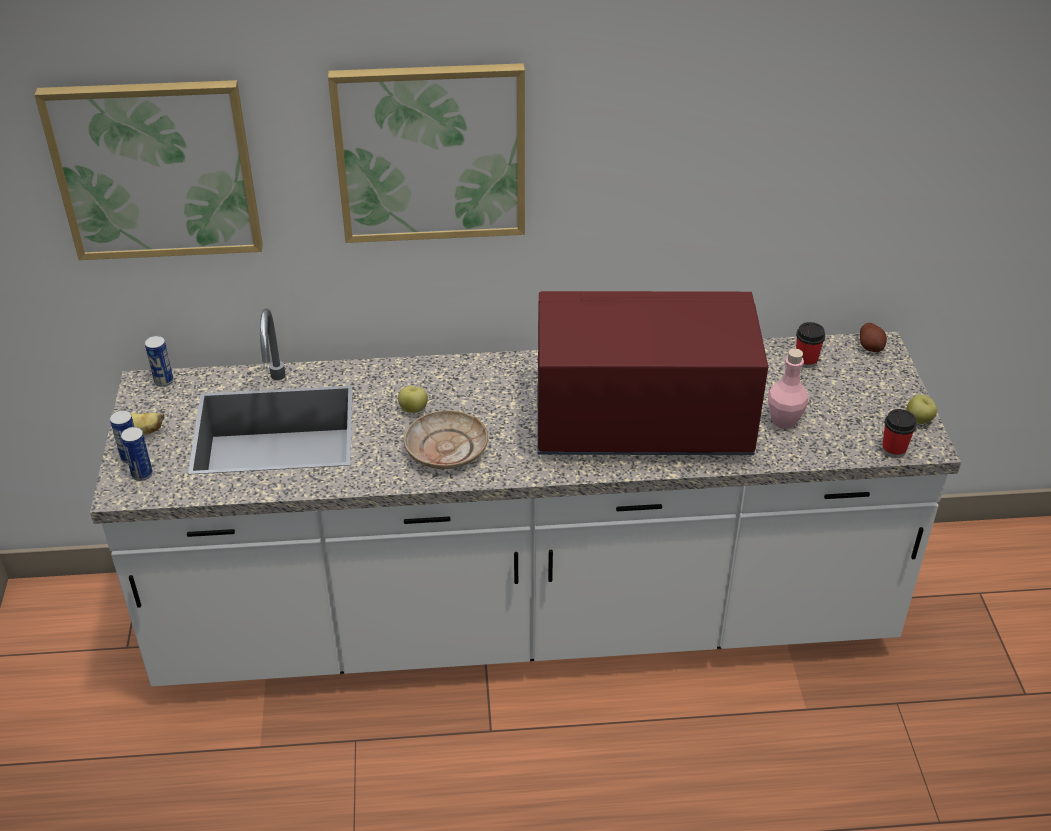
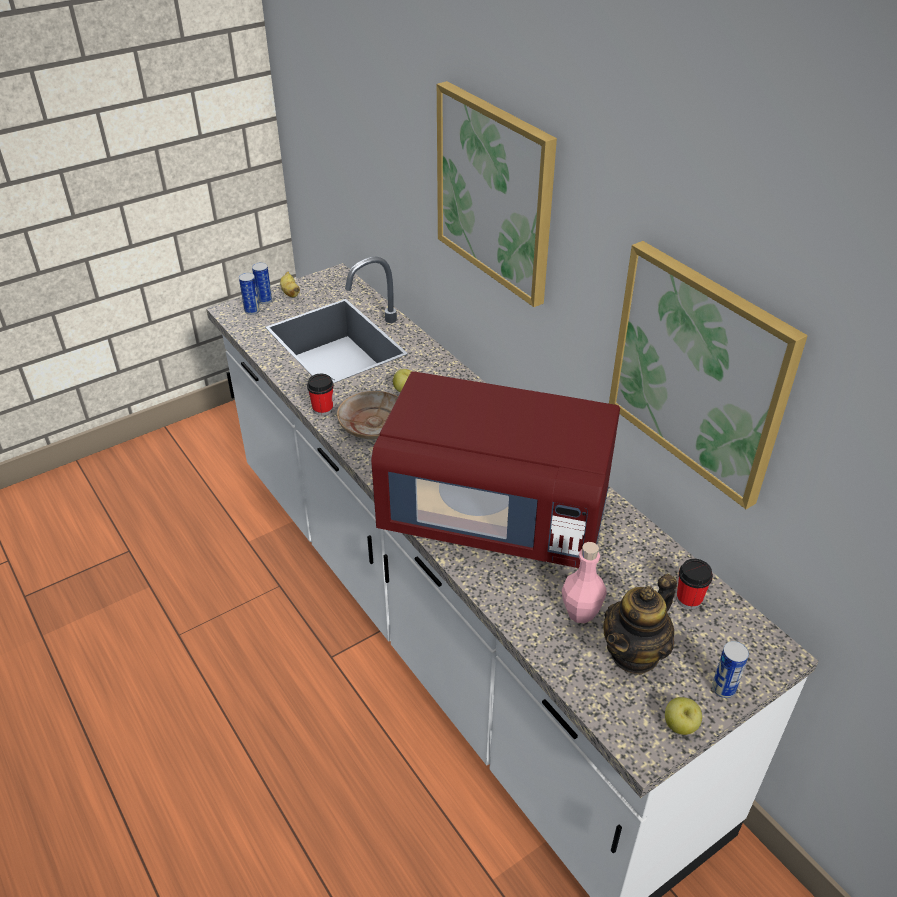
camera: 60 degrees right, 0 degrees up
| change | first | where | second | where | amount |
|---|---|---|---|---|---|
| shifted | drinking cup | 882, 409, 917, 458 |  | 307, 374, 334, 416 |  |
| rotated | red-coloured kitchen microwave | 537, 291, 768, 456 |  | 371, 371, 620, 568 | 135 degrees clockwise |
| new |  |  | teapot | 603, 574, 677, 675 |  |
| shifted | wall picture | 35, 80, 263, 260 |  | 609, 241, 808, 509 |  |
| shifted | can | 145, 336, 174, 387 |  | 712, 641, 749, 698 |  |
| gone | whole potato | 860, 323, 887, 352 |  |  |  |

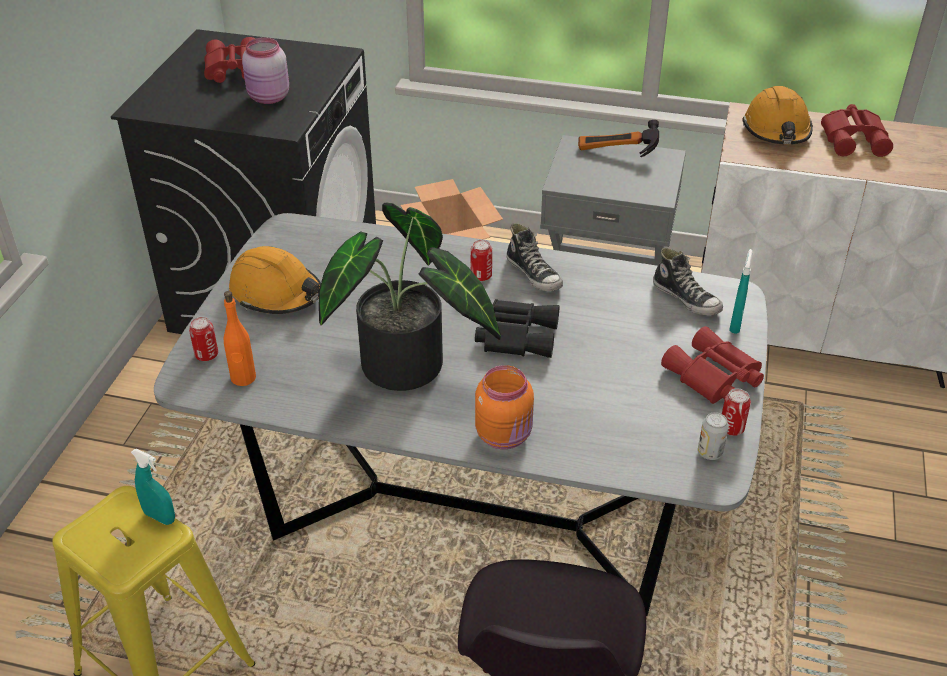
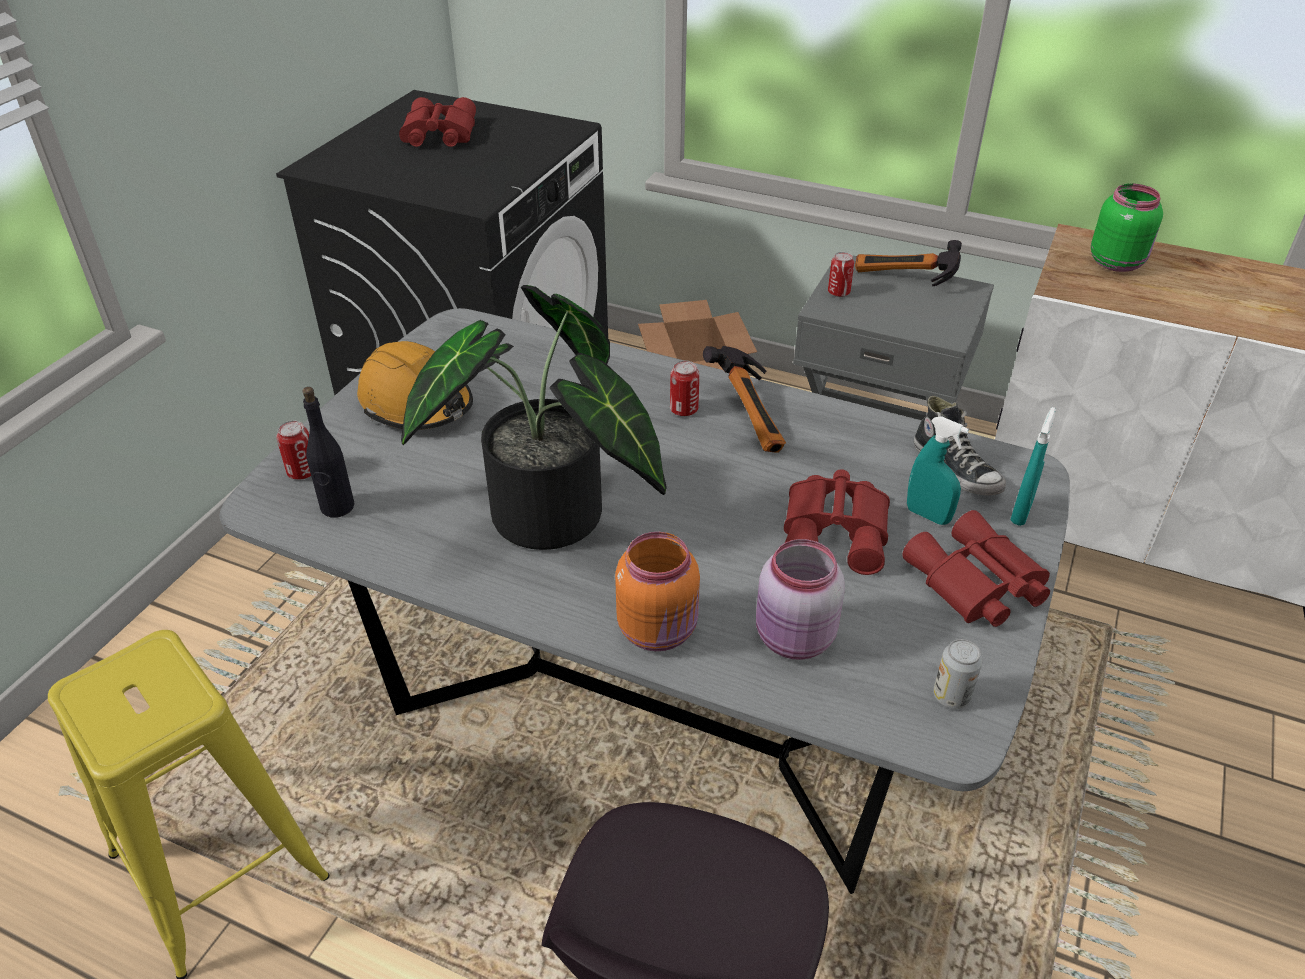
camera: 10 degrees right, 0 degrees up
| change | first | where | second | where | amount |
|---|---|---|---|---|---|
| repainted | orange-coloured drink bottle | 224, 291, 256, 386 | black drink bottle | 302, 387, 355, 518 |  |
| swapped | low shoe | 506, 223, 563, 291 | hand hammer | 703, 346, 786, 453 |  |
| shifted | pinkish storage jar | 242, 37, 289, 104 |  | 756, 539, 845, 660 |  |
| shifted | red-coloured pair of binoculars | 821, 104, 893, 157 |  | 784, 469, 890, 575 |  |
| shifted | can | 722, 388, 751, 436 |  | 828, 252, 854, 297 |  |
| shifted | blue-green sprayer | 131, 449, 175, 525 |  | 907, 416, 969, 525 |  |
| swapped | orange-coloured hard hat | 743, 86, 813, 144 | green-coloured storage jar | 1091, 184, 1163, 272 |  |
| gone | black pair of binoculars | 475, 299, 560, 358 |  |  |  |

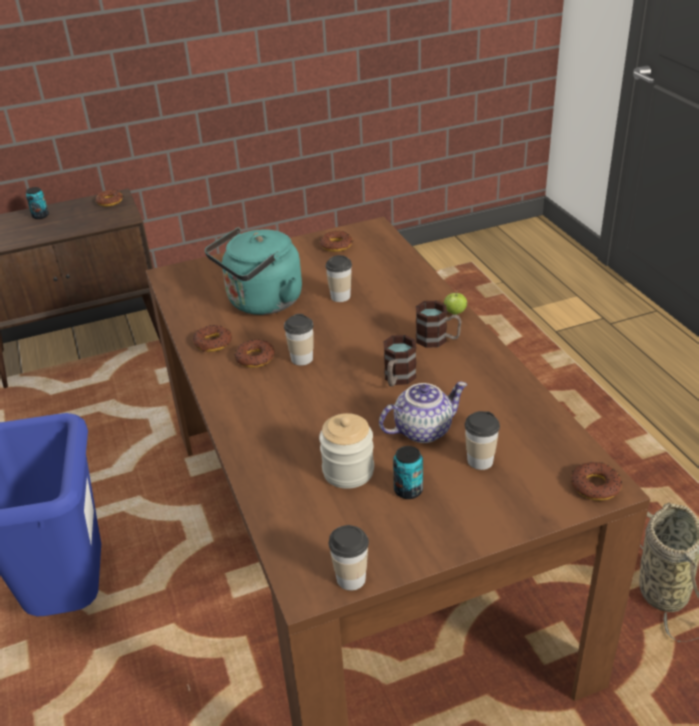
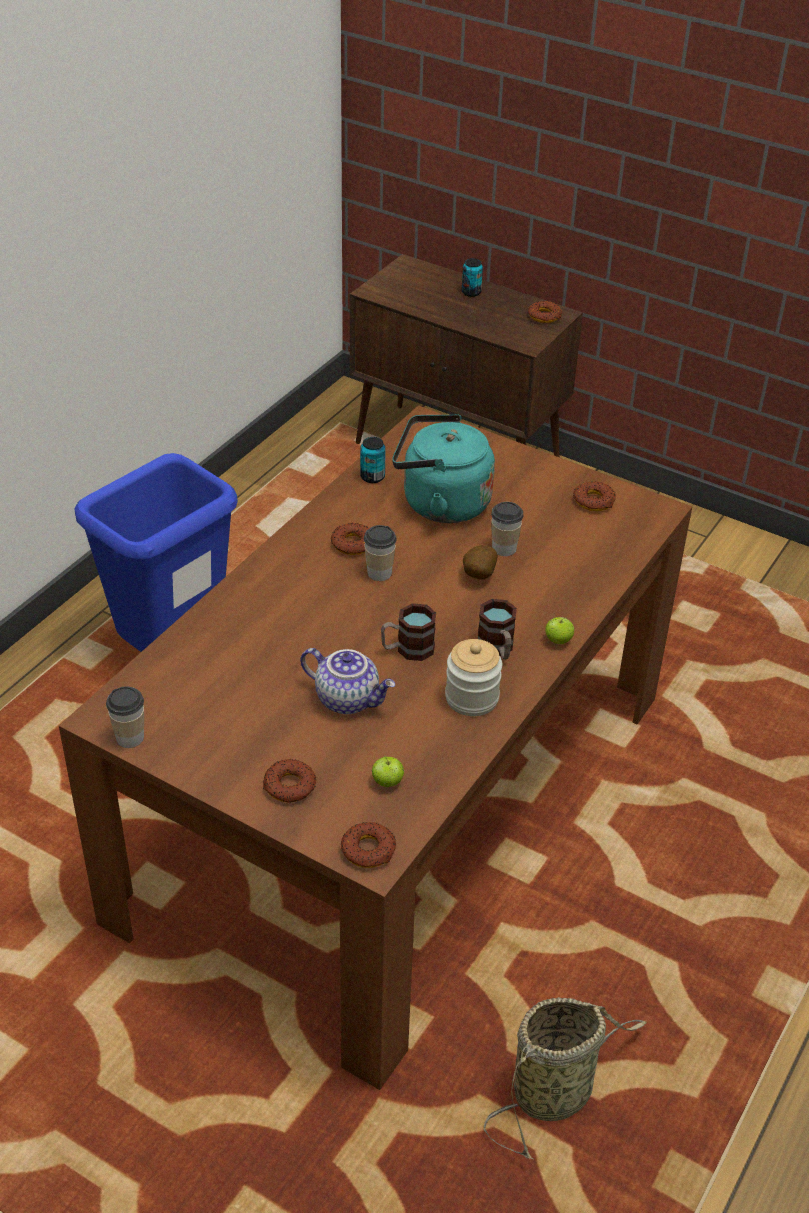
camera: 50 degrees right, 5 degrees up
| change | first | where | second | where | amount |
|---|---|---|---|---|---|
| shifted | doughnut | 193, 325, 232, 352 |  | 263, 759, 316, 803 |  |
| shifted | can | 393, 446, 423, 499 |  | 360, 437, 386, 483 |  |
| new |  |  | apple fruit | 372, 756, 404, 787 |  |
| shifted | storage jar | 319, 413, 374, 489 |  | 445, 639, 502, 716 |  |
| new |  |  | whole potato | 463, 545, 497, 579 |  |
| gone | drinking cup | 465, 411, 500, 470 |  |  |  |

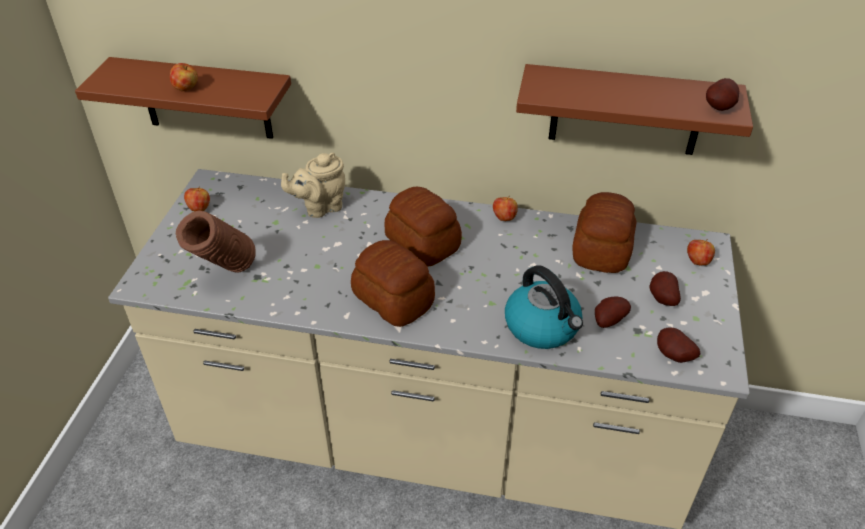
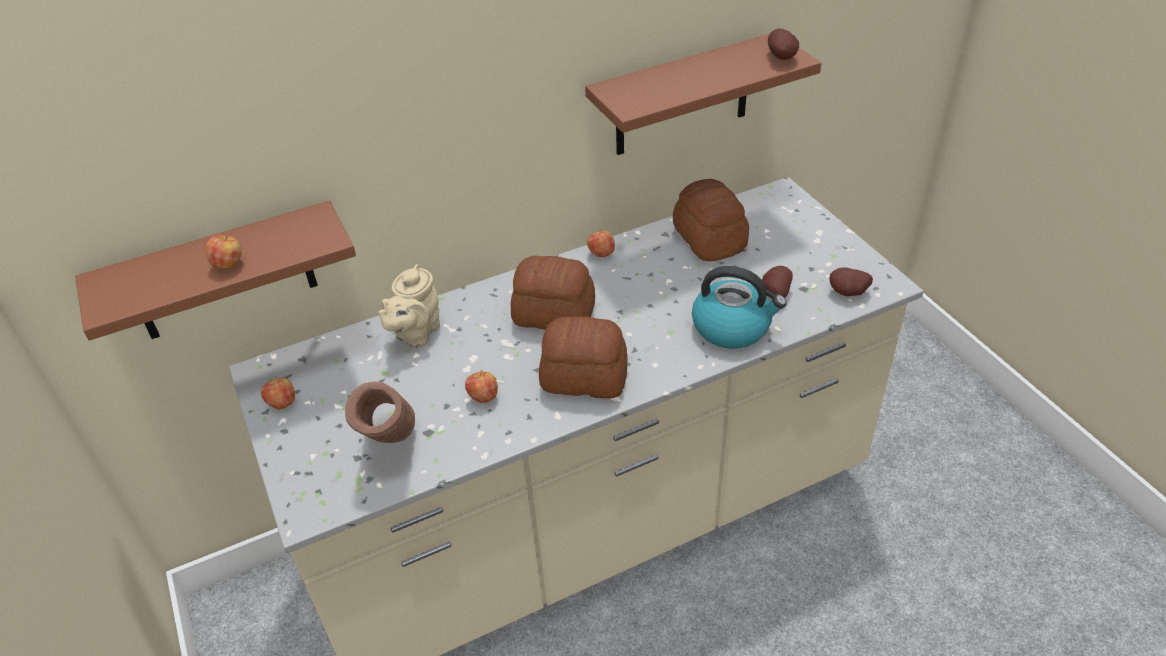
camera: 35 degrees left, 0 degrees up
| change | first | where | second | where | amount |
|---|---|---|---|---|---|
| shifted | apple fruit | 687, 239, 715, 266 |  | 465, 370, 498, 403 |  |
| gone | whole potato | 649, 271, 681, 306 |  |  |  |

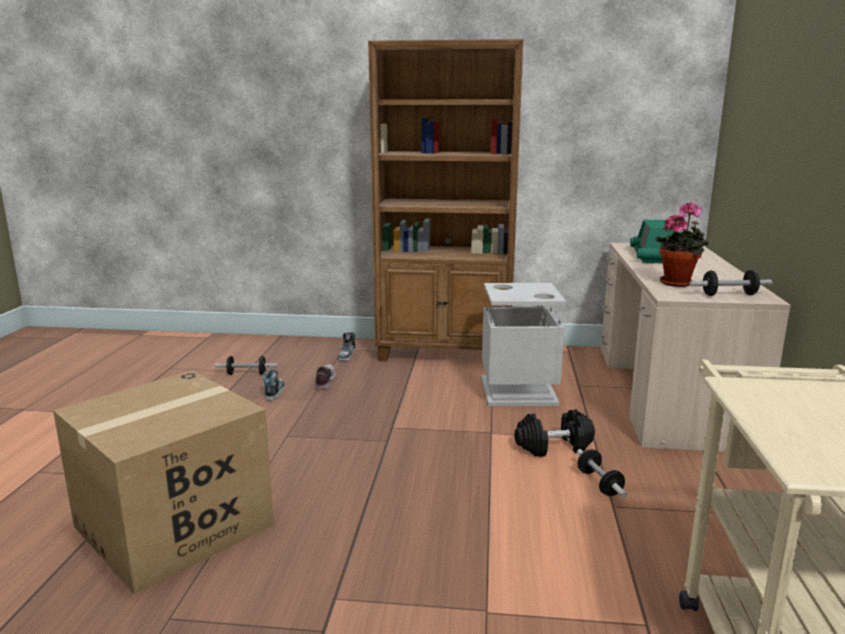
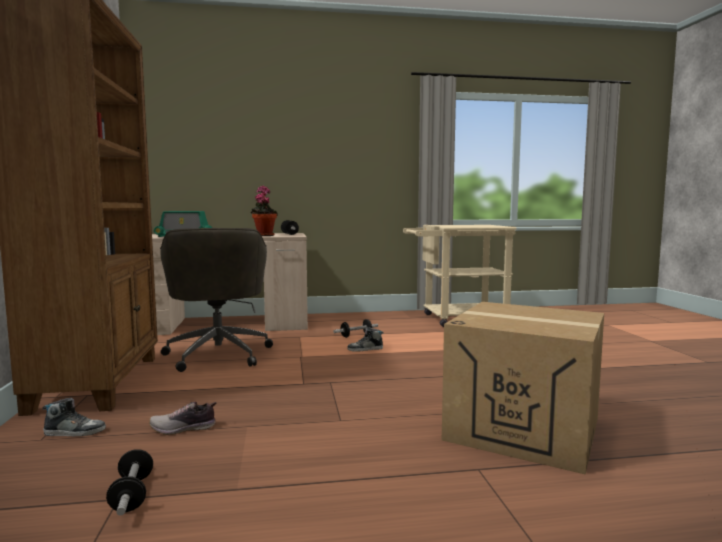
camera: 105 degrees left, 10 degrees down
| change | first | where | second | where | amount |
|---|---|---|---|---|---|
| swapped | greyish waste bin | 481, 283, 566, 406 | greyish computer chair | 160, 228, 273, 372 |  |
| shifted | low shoe | 263, 369, 285, 401 |  | 347, 328, 384, 352 |  |
| gone | black dumbbell | 514, 409, 595, 457 |  |  |  |

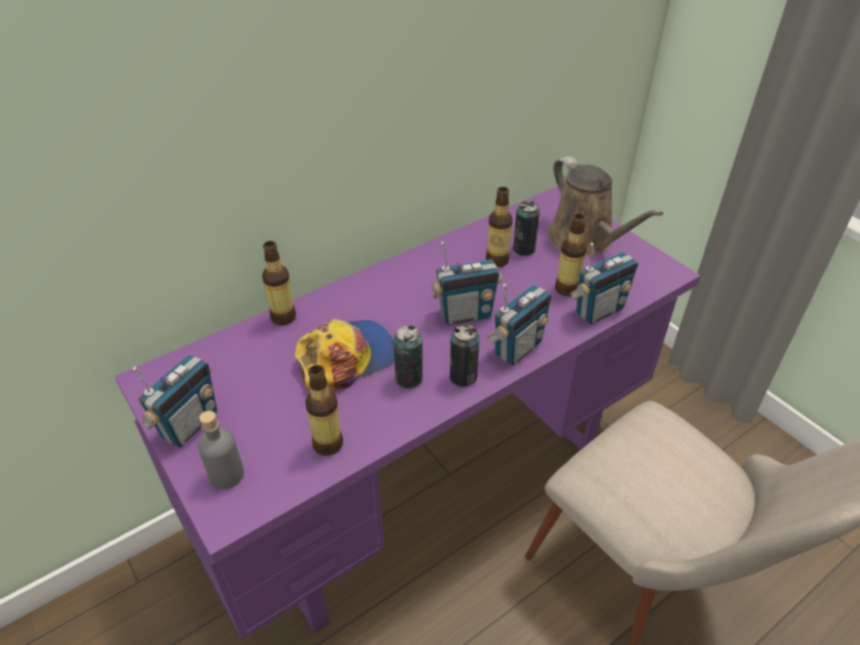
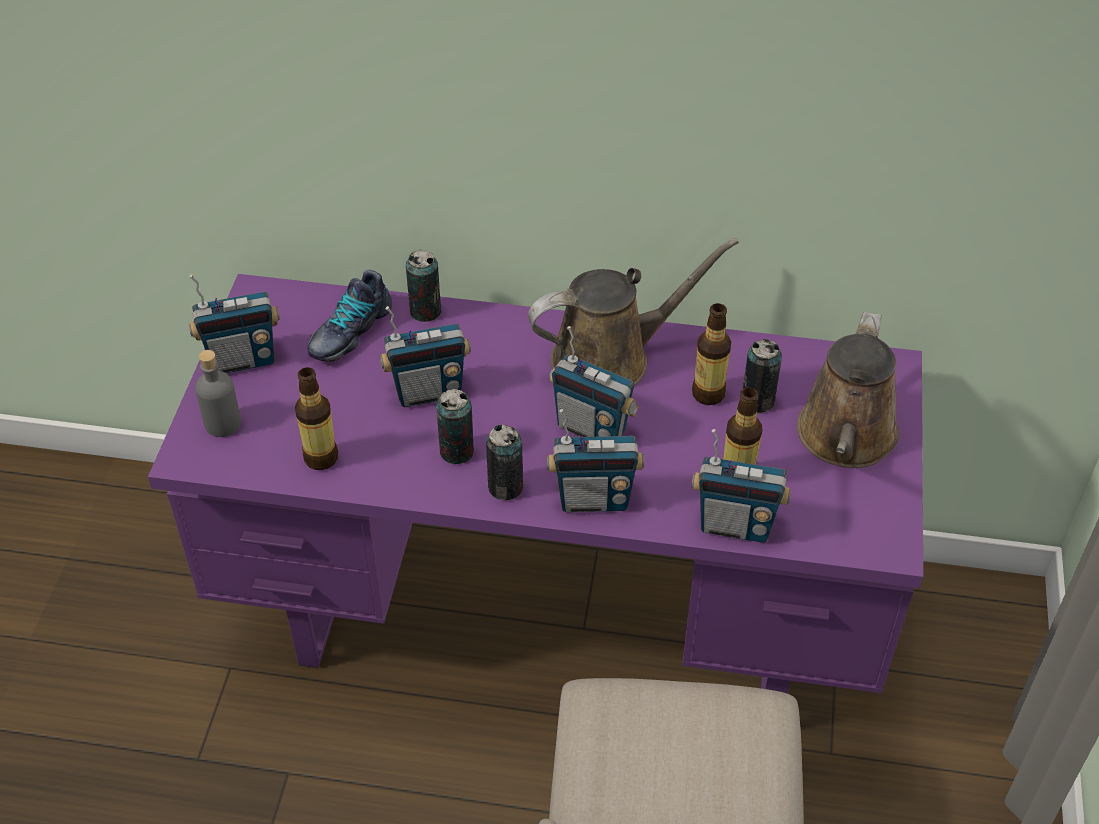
camera: 45 degrees right, 5 degrees up
| change | first | where | second | where | amount |
|---|---|---|---|---|---|
| new |  |  | low shoe | 308, 270, 392, 362 |  |
| swapped | peaked cap | 294, 319, 395, 392 | radio set | 380, 306, 471, 407 |  |
| swapped | drink bottle | 262, 241, 296, 325 | can | 406, 250, 441, 322 |  |
| new |  |  | brown-coloured watering can | 528, 238, 739, 386 |  |

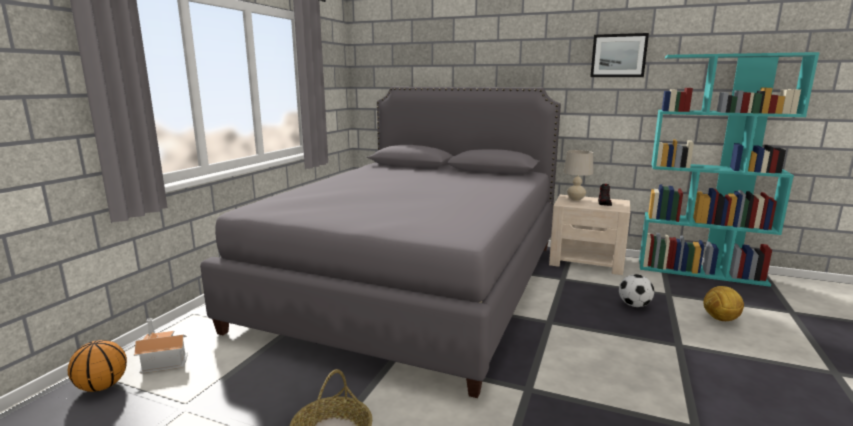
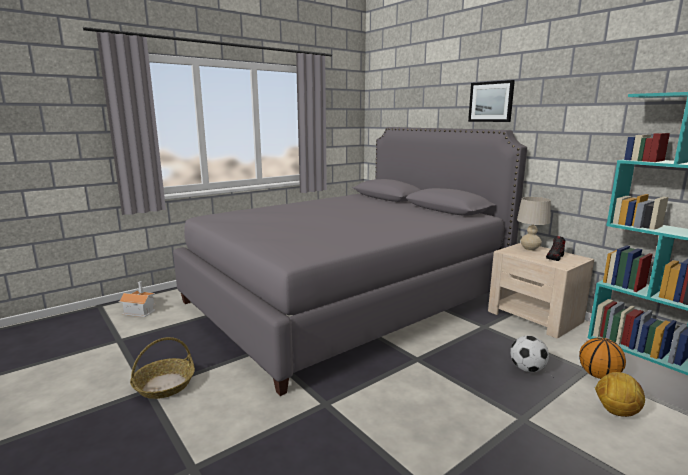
camera: 30 degrees right, 0 degrees up
| change | first | where | second | where | amount |
|---|---|---|---|---|---|
| shifted | wall picture | 590, 33, 649, 77 |  | 468, 80, 515, 122 |  |
| shifted | basketball | 68, 340, 127, 392 |  | 579, 337, 626, 379 |  |

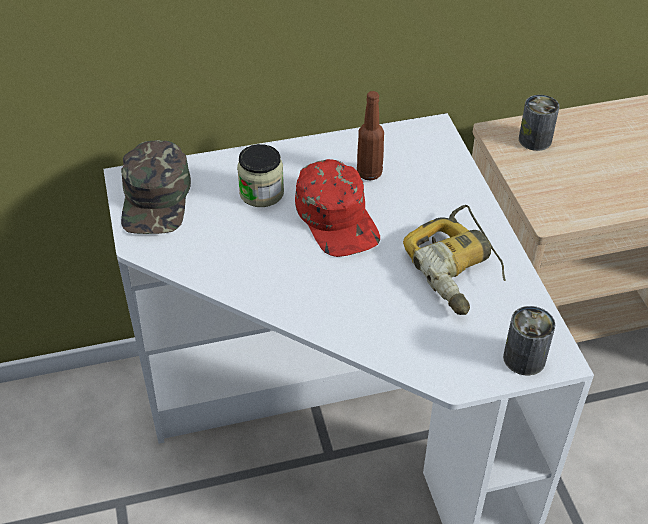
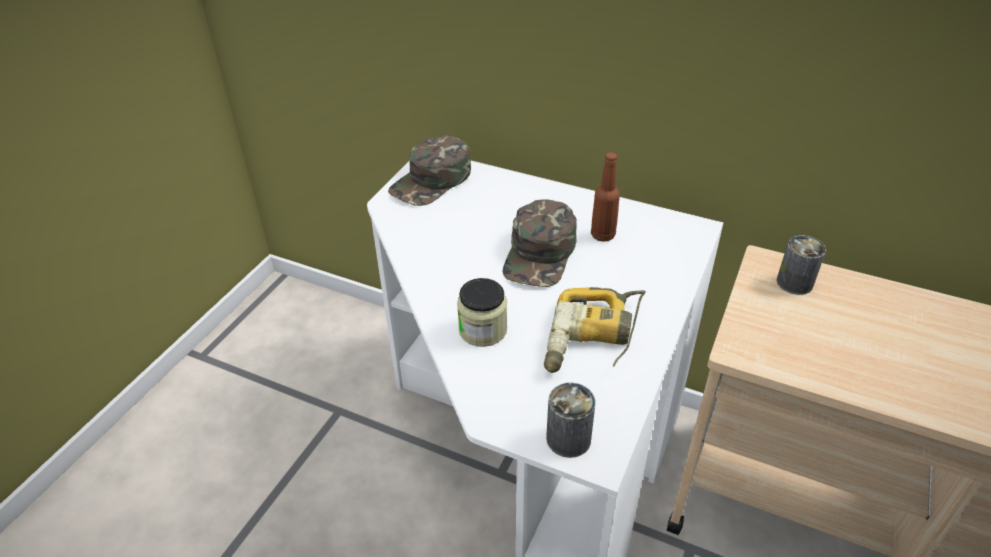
camera: 40 degrees right, 5 degrees down
| change | first | where | second | where | amount |
|---|---|---|---|---|---|
| shifted | storage jar | 237, 144, 284, 207 |  | 457, 278, 507, 347 |  |
| repainted | red-coloured peaked cap | 295, 159, 380, 257 | green-coloured peaked cap | 502, 199, 577, 287 |  |

